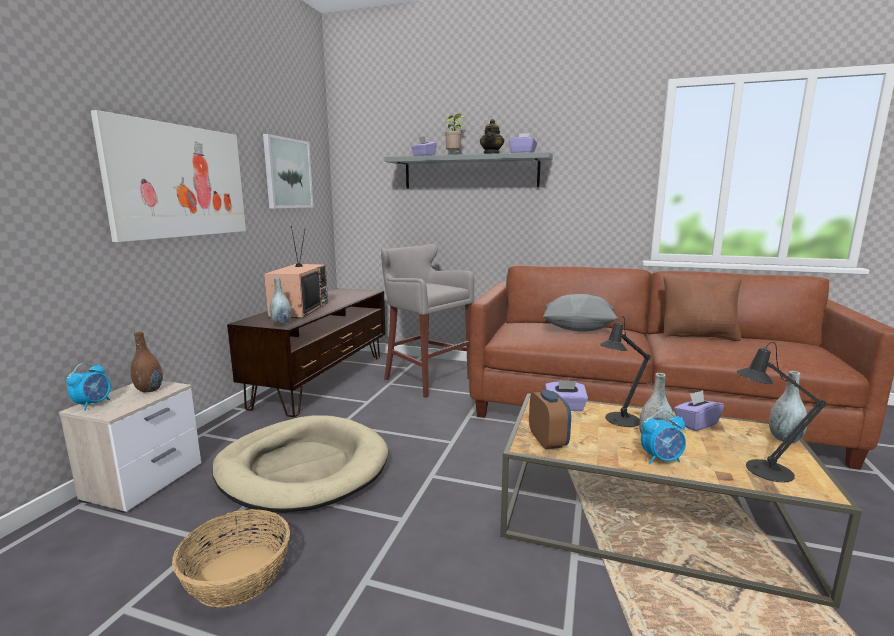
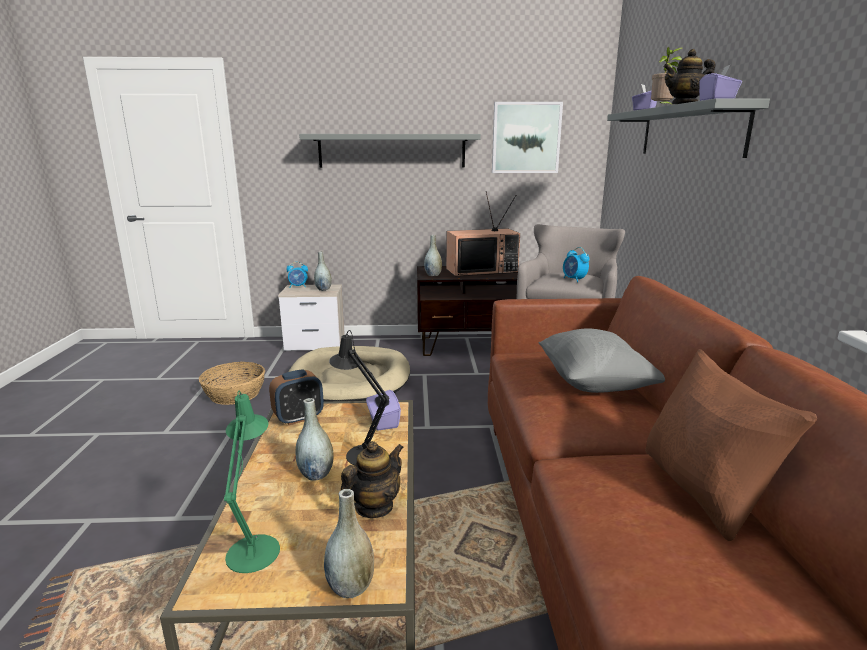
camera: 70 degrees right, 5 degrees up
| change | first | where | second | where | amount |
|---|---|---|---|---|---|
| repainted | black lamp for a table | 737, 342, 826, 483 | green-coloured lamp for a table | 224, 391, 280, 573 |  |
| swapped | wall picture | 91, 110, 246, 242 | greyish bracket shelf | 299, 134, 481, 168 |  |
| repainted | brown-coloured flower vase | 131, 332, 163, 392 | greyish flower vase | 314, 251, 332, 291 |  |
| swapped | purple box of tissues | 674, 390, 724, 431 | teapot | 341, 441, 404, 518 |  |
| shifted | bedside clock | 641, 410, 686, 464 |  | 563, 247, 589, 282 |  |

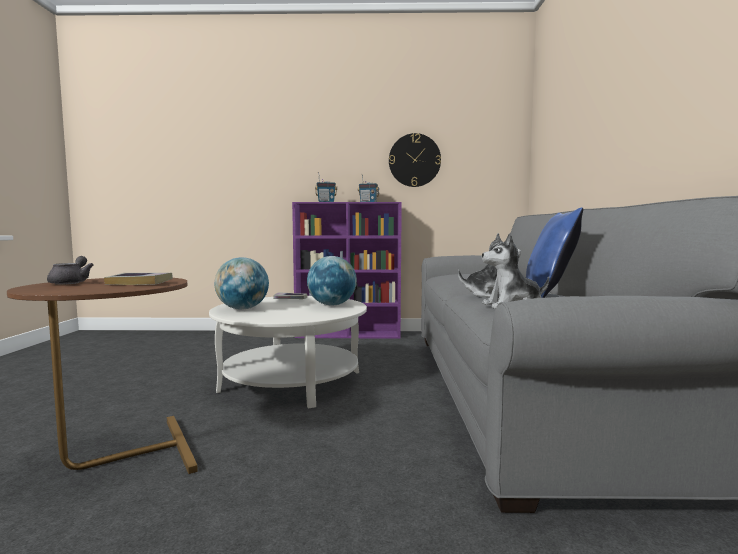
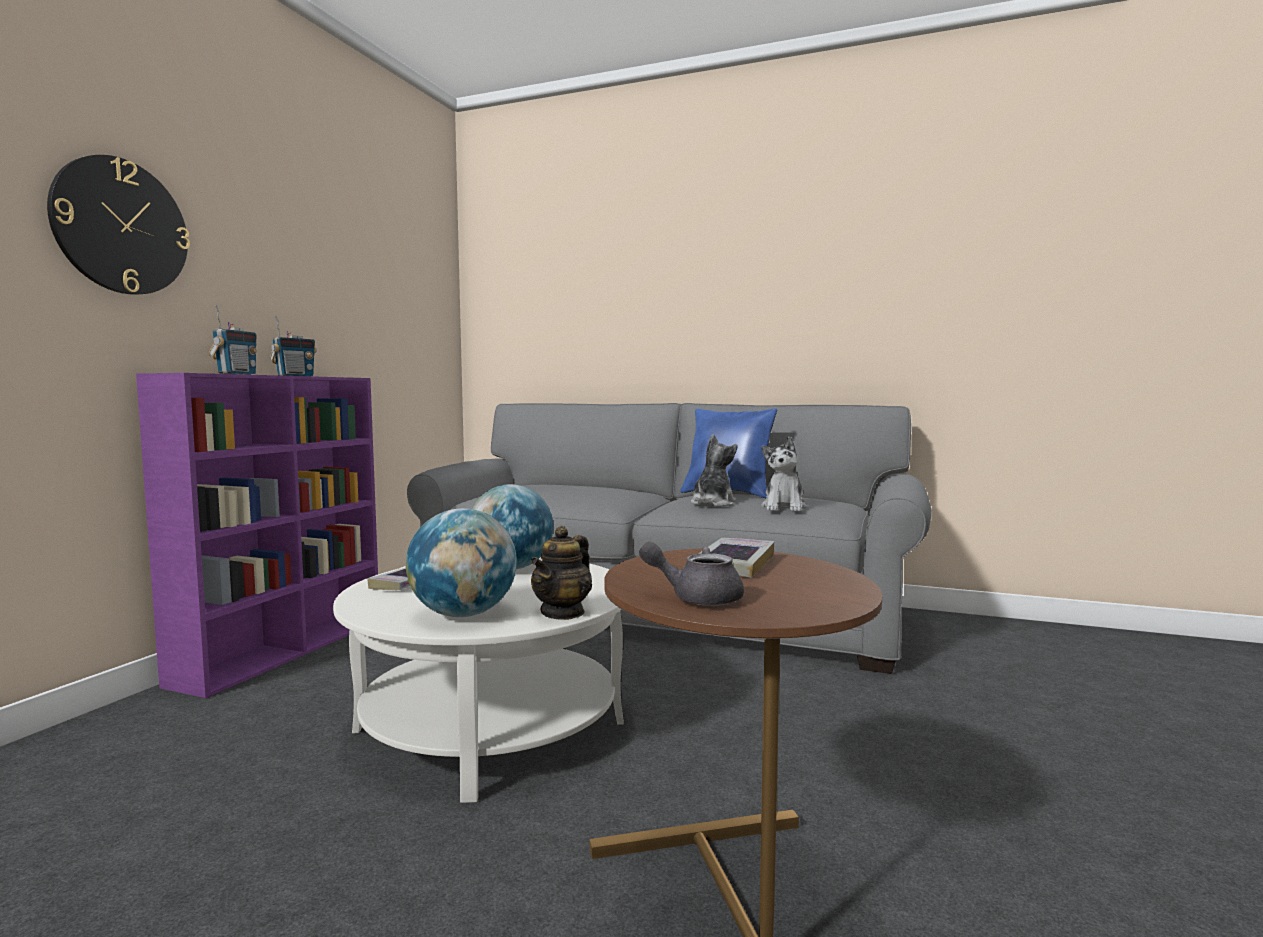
camera: 70 degrees left, 0 degrees up
| change | first | where | second | where | amount |
|---|---|---|---|---|---|
| shifted | hanging clock | 389, 133, 441, 187 |  | 47, 155, 190, 295 |  |
| new |  |  | teapot | 531, 526, 592, 620 |  |

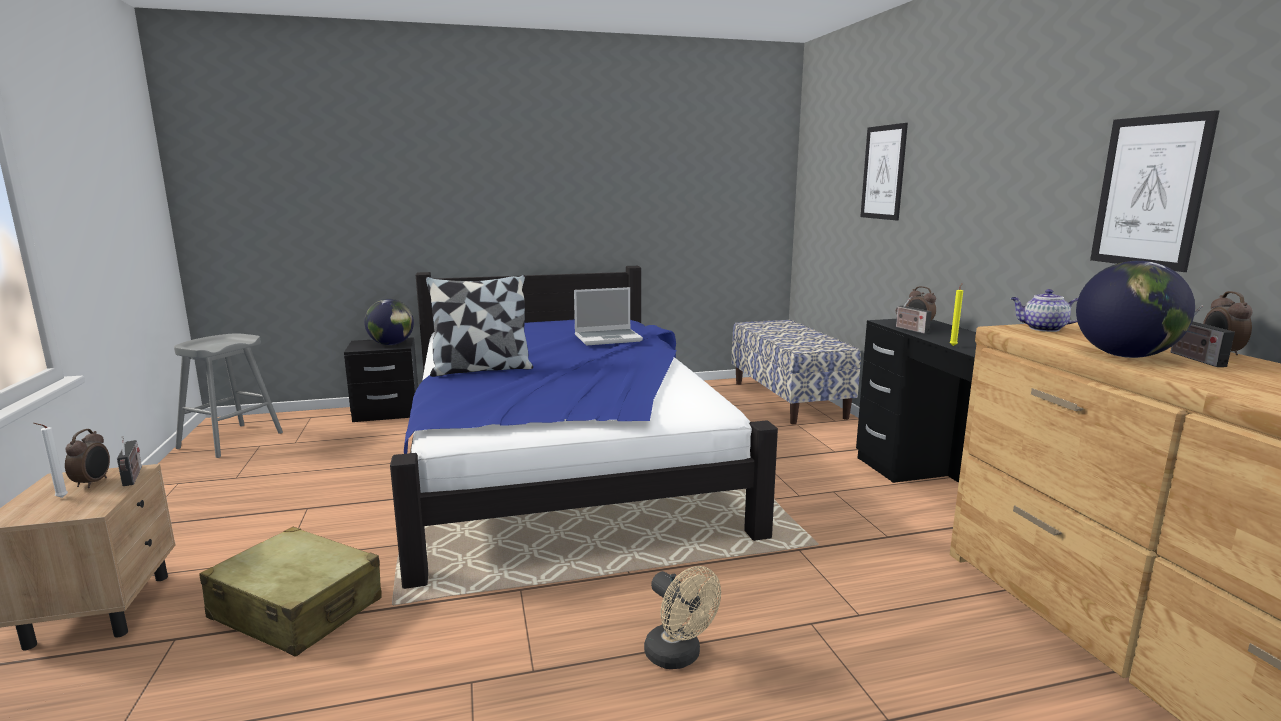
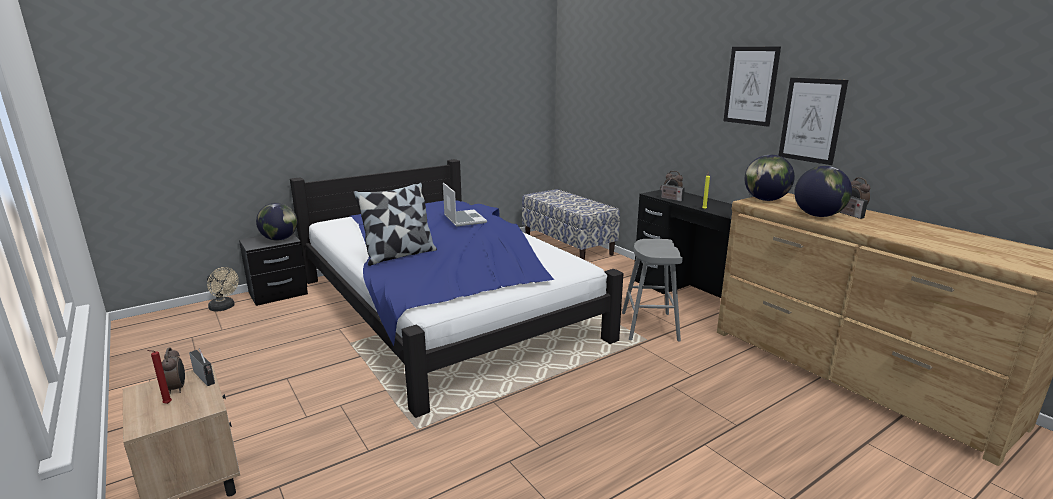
camera: 20 degrees left, 5 degrees up
| change | first | where | second | where | amount |
|---|---|---|---|---|---|
| repainted | white candle | 33, 423, 68, 498 | red-coloured candle | 147, 350, 172, 404 |  |
| shifted | beige cooling fan | 644, 566, 721, 669 |  | 207, 267, 238, 312 |  |
| rotated | notebook computer | 574, 287, 643, 345 |  | 443, 183, 487, 227 | 75 degrees counterclockwise |
| shifted | greyish stool seat | 174, 333, 283, 458 |  | 622, 239, 683, 342 |  |
| shifted | wall picture | 860, 123, 908, 221 |  | 724, 47, 781, 127 |  |
| swapped | teapot | 1010, 289, 1078, 332 | globe | 745, 155, 795, 201 |  |
| gone | beige suitcase | 199, 526, 382, 657 |  |  |  |

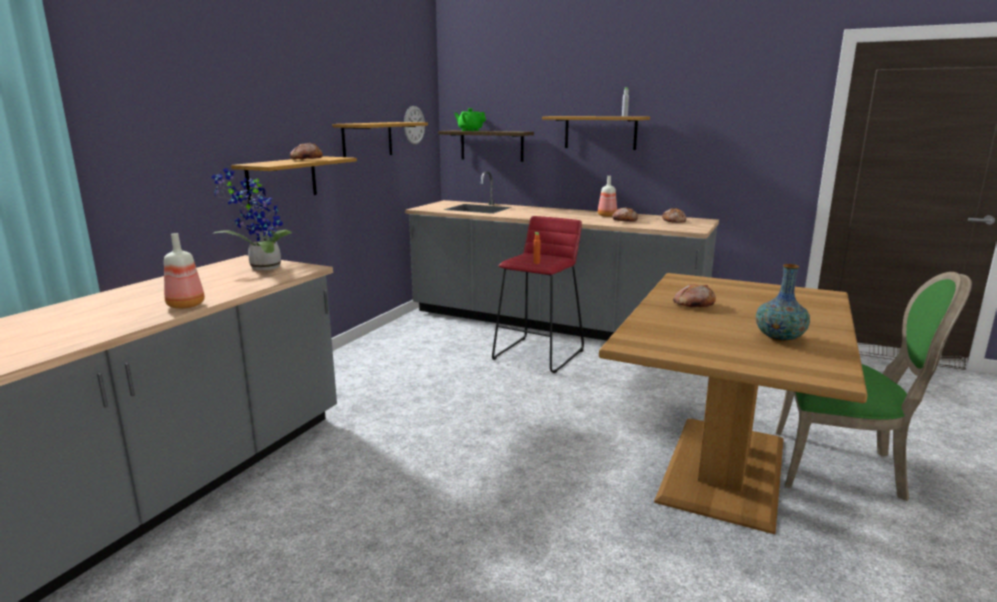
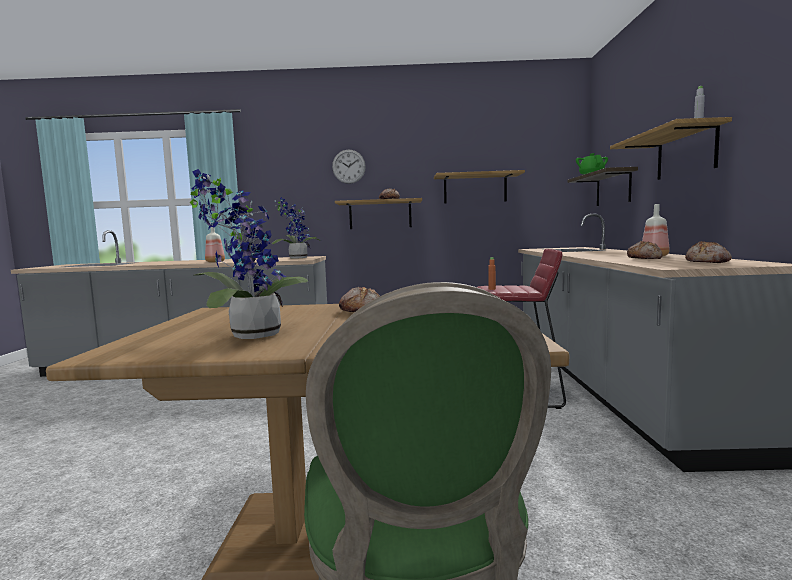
camera: 65 degrees right, 10 degrees down
| change | first | where | second | where | amount |
|---|---|---|---|---|---|
| swapped | flower vase | 756, 264, 810, 342 | potted plant | 190, 169, 308, 339 |  |
| shifted | hanging clock | 404, 106, 425, 145 |  | 332, 150, 366, 184 |  |

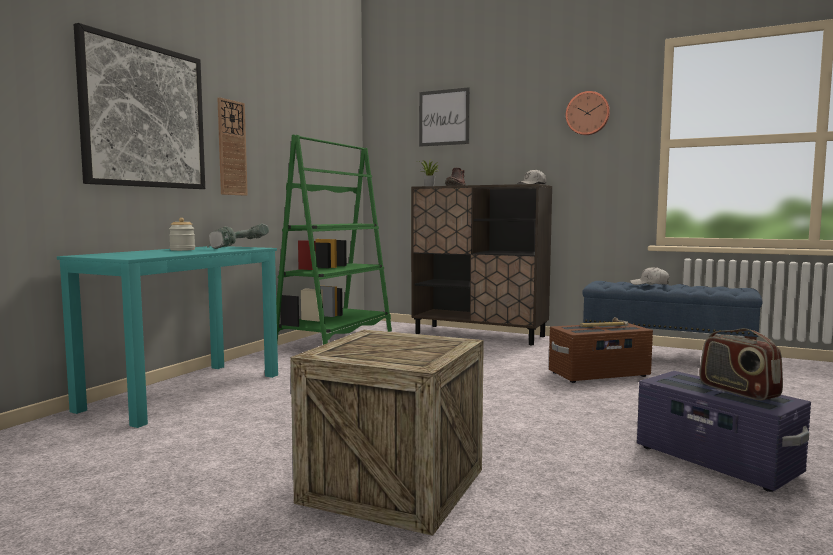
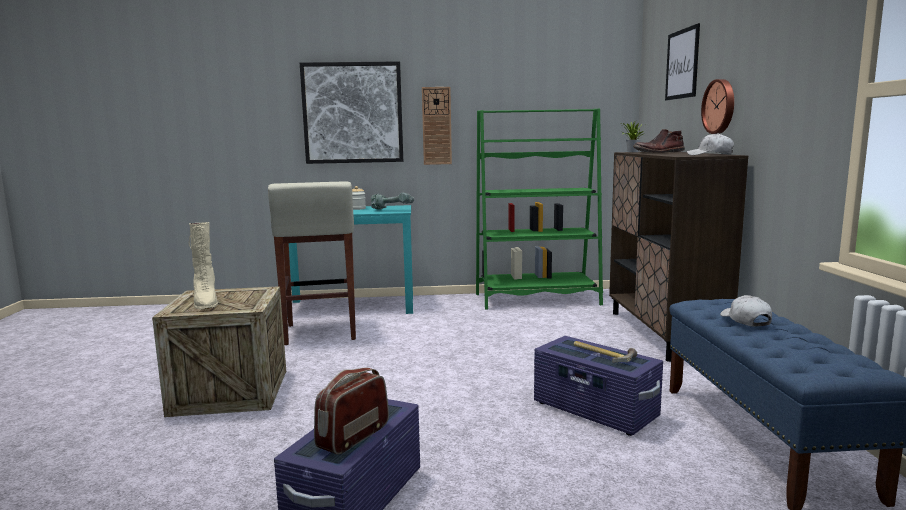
camera: 60 degrees right, 5 degrees up
| change | first | where | second | where | amount |
|---|---|---|---|---|---|
| new |  |  | beige tall boot | 189, 222, 218, 310 |  |
| new |  |  | beige stool seat | 268, 181, 356, 345 |  |
| repainted | brown-coloured storage box | 549, 323, 653, 383 | purple storage box | 534, 336, 663, 436 |  |
| shifted | hanging clock | 566, 91, 610, 135 |  | 701, 79, 734, 134 |  |

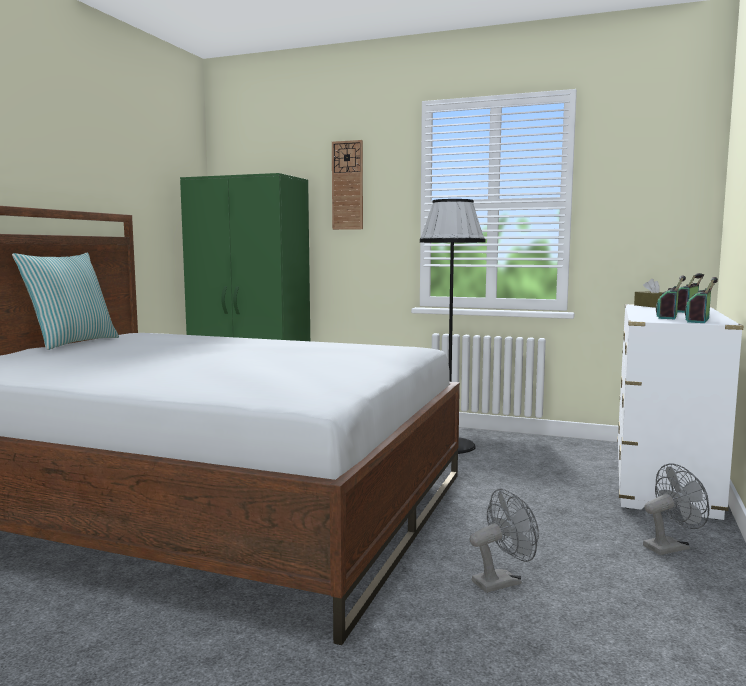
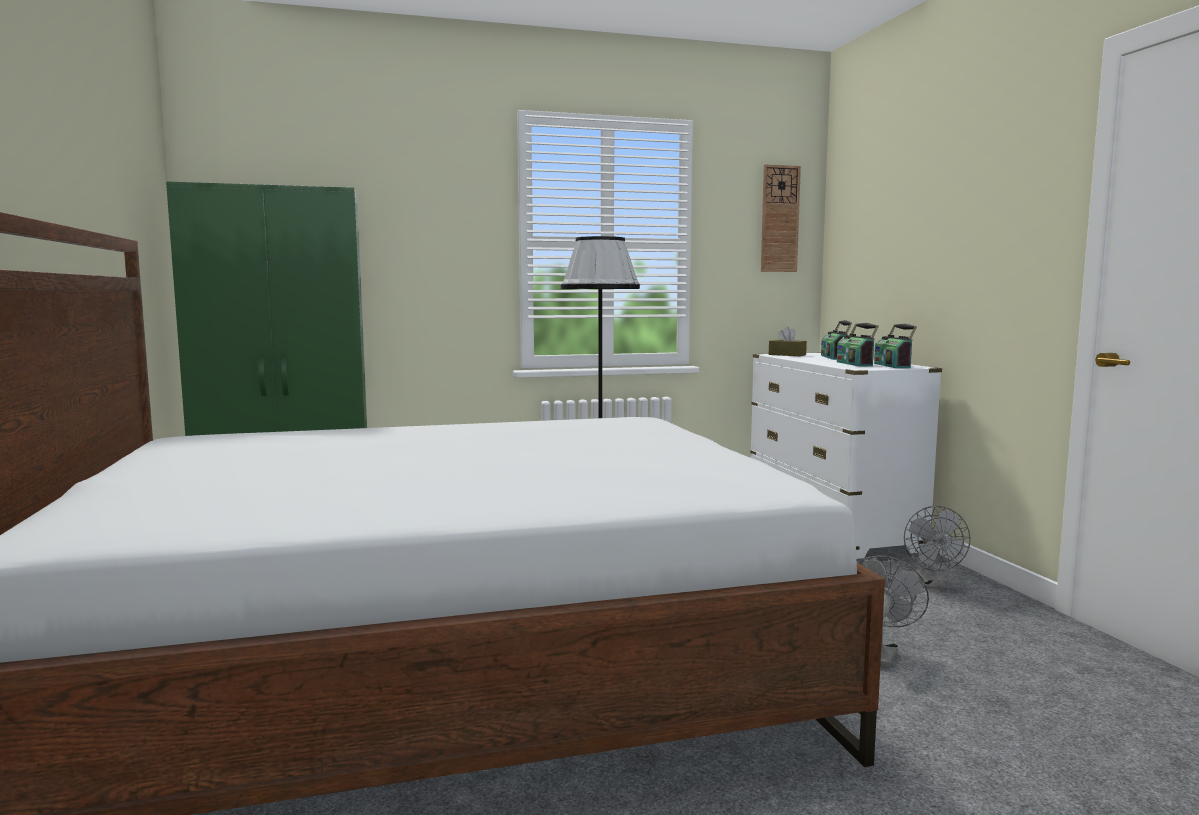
camera: 35 degrees left, 0 degrees up
| change | first | where | second | where | amount |
|---|---|---|---|---|---|
| shifted | hanging clock | 332, 140, 363, 230 |  | 761, 164, 801, 272 |  |
| rotated | greyish cooling fan | 643, 464, 709, 555 |  | 904, 506, 971, 589 | 150 degrees clockwise |
| gone | pillow | 12, 253, 119, 350 |  |  |  |

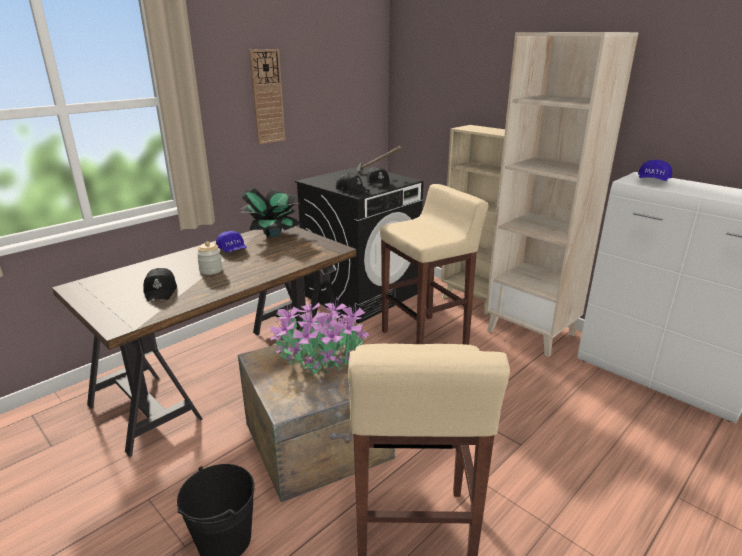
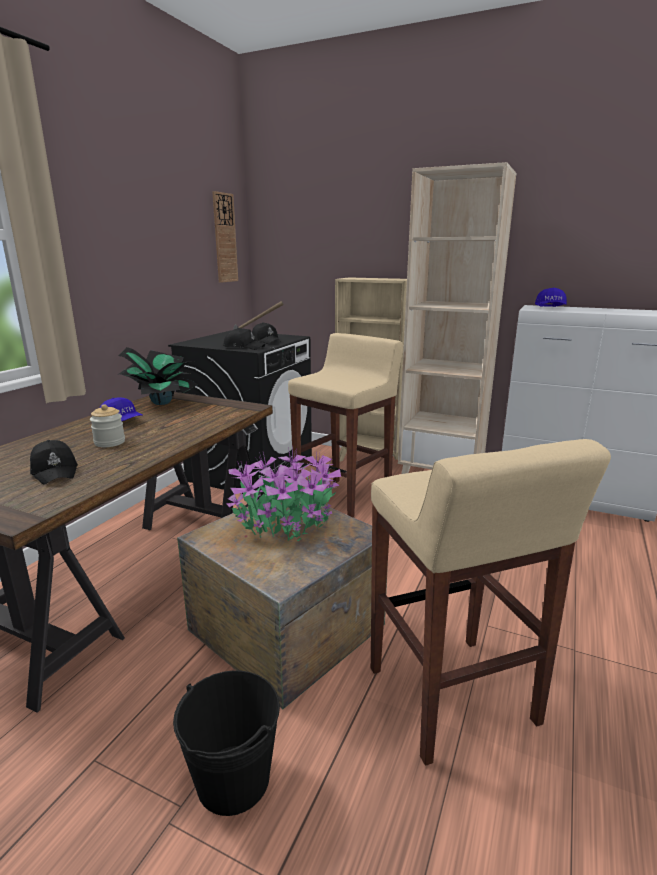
camera: 20 degrees left, 5 degrees down
| change | first | where | second | where | amount |
|---|---|---|---|---|---|
| shifted | hanging clock | 249, 49, 285, 144 |  | 212, 191, 238, 283 |  |

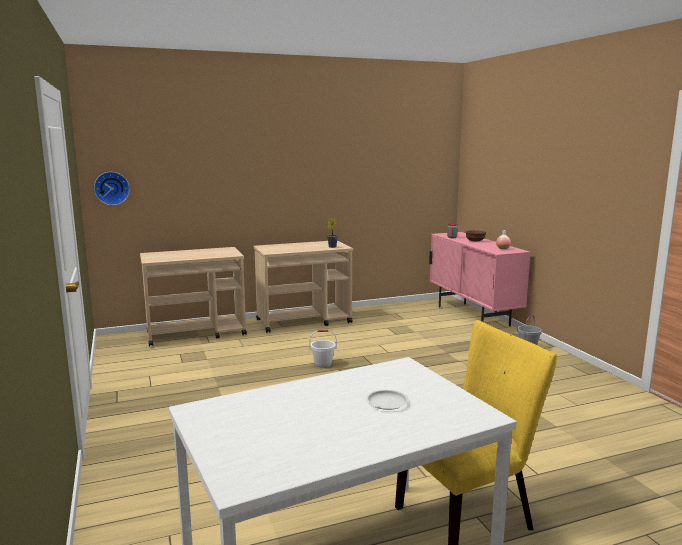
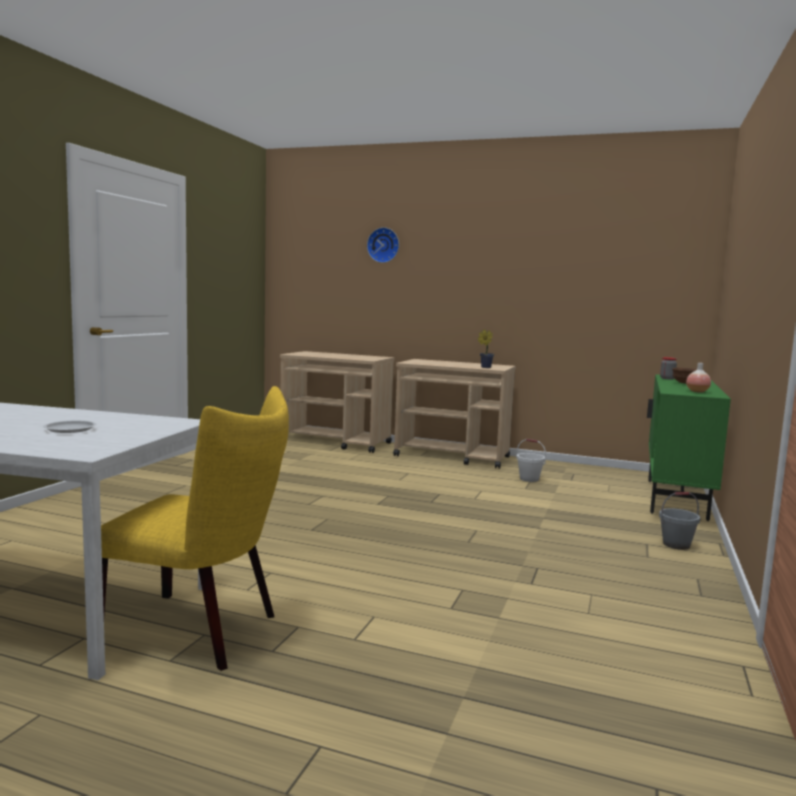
camera: 40 degrees right, 5 degrees down
| change | first | where | second | where | amount |
|---|---|---|---|---|---|
| shifted | hanging clock | 94, 172, 130, 205 |  | 367, 227, 399, 263 |  |
| shifted | white water bucket | 309, 330, 337, 368 |  | 516, 439, 546, 482 |  |
| repainted | pinkish storage cabinet | 429, 232, 531, 327 | green-coloured storage cabinet | 647, 374, 731, 521 |  |

